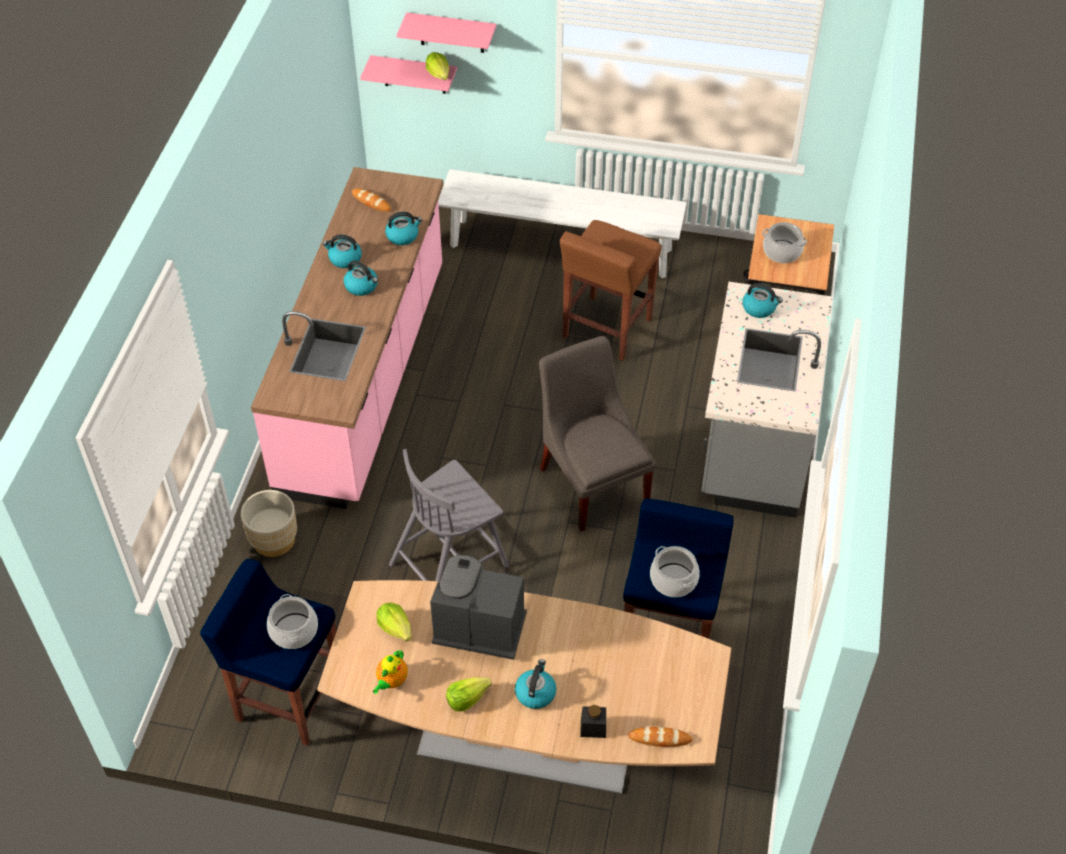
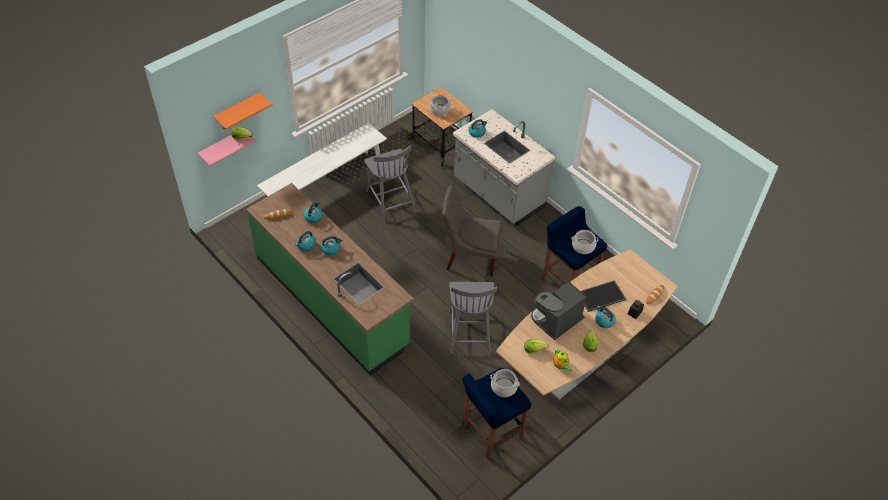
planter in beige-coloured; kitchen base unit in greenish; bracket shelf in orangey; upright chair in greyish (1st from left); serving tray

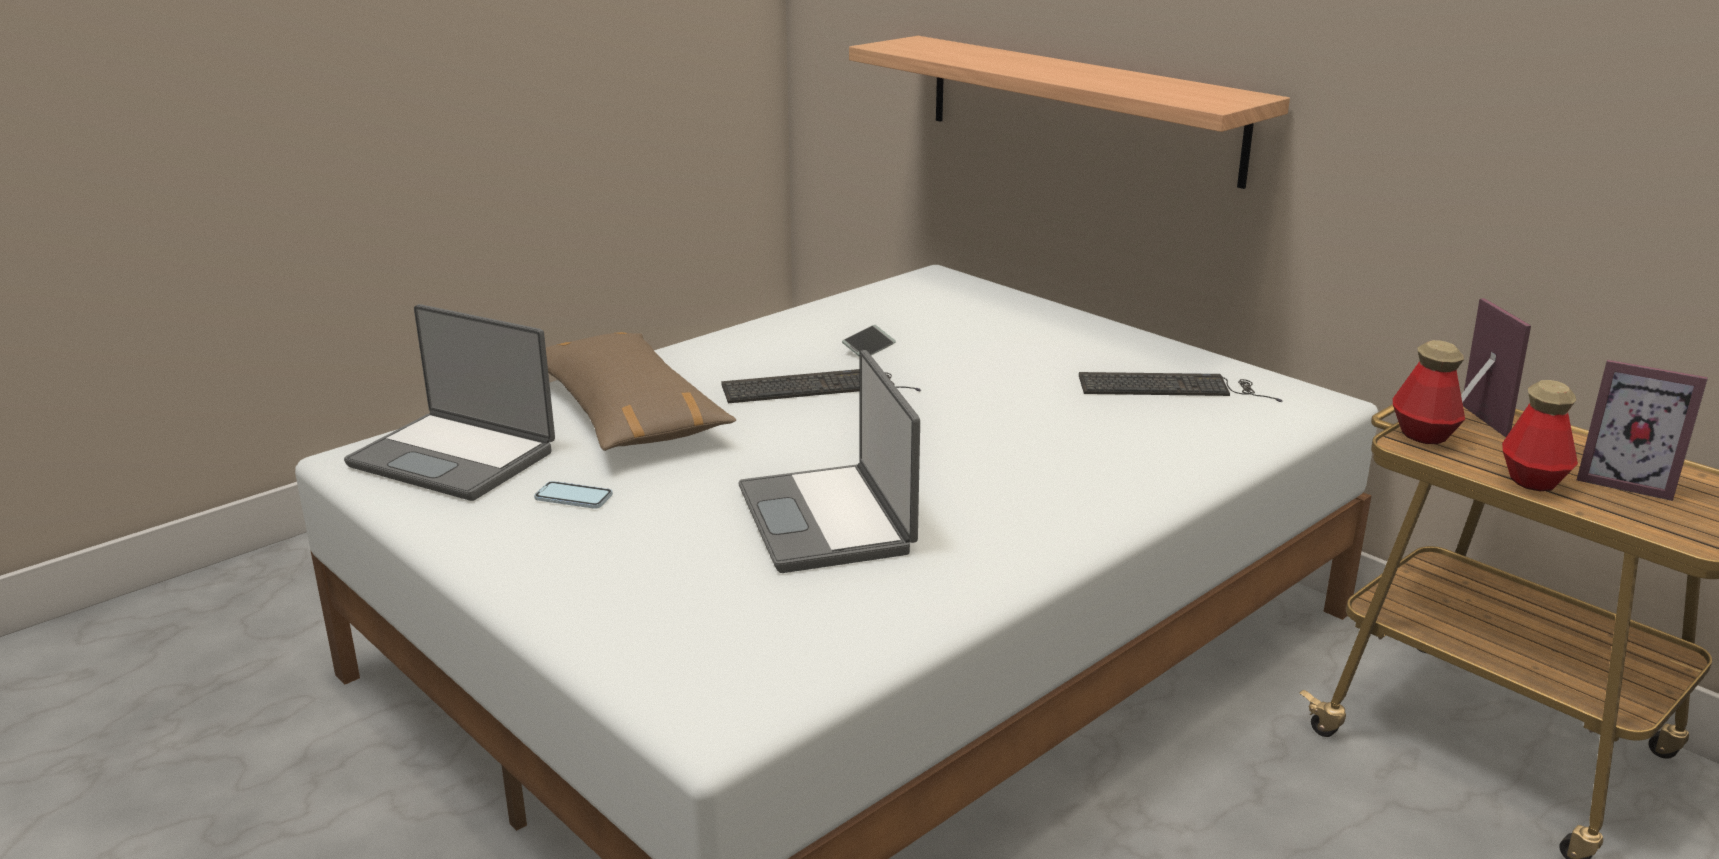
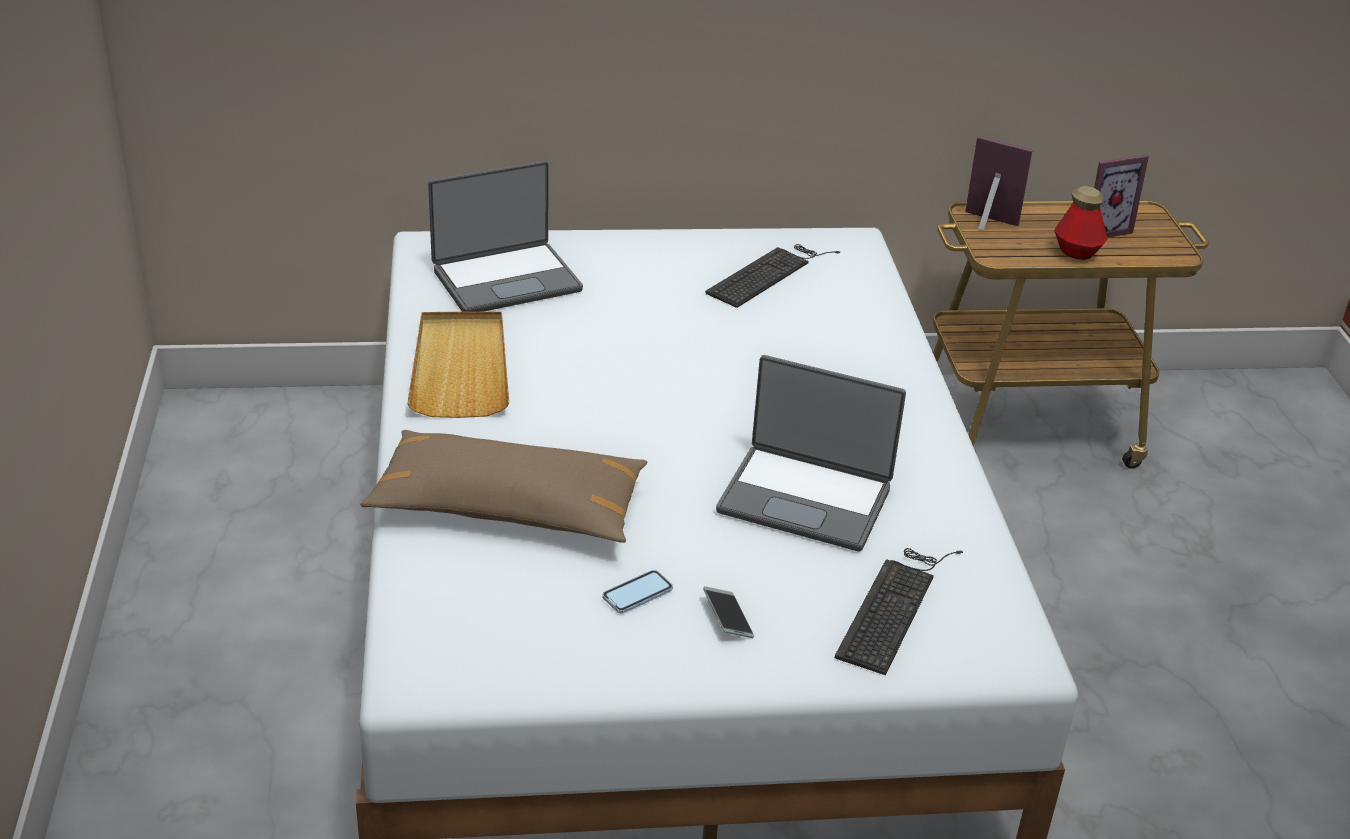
laptop (1st from left); computer keyboard (2nd from left); handset (2nd from left); bracket shelf; beverage bottle (1st from left in the first image); serving tray in beige-coloured

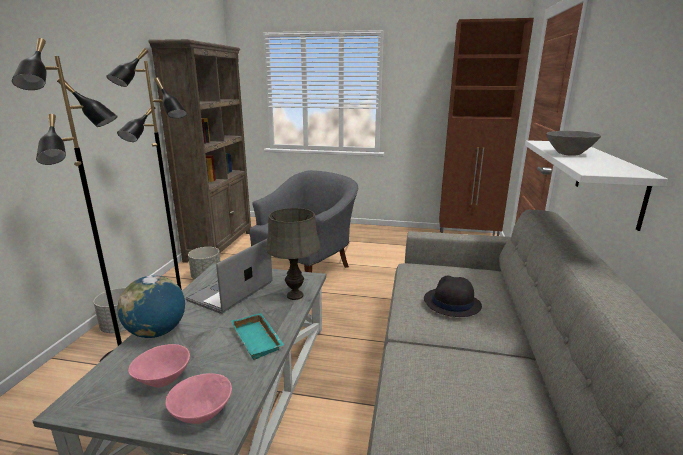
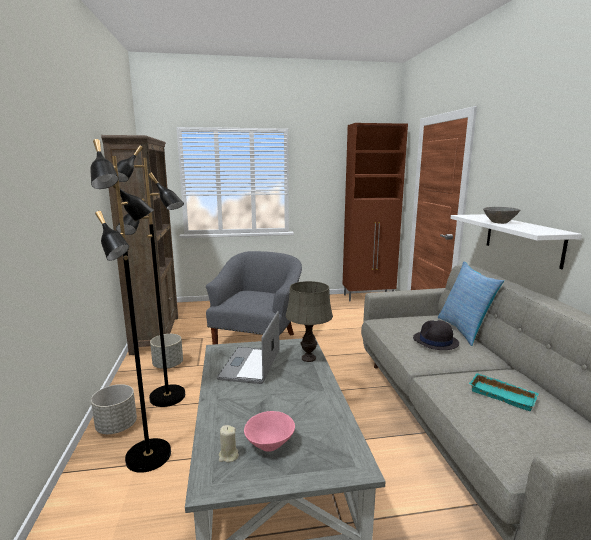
desk globe; deep dish in pinkish (2nd from left in the first image); serving tray in turquoise-coloured; wax light in beige-coloured; cushion

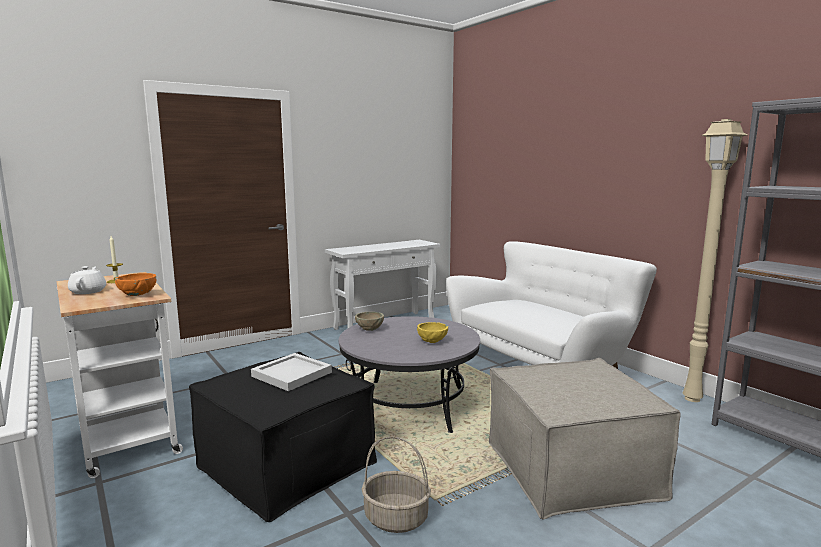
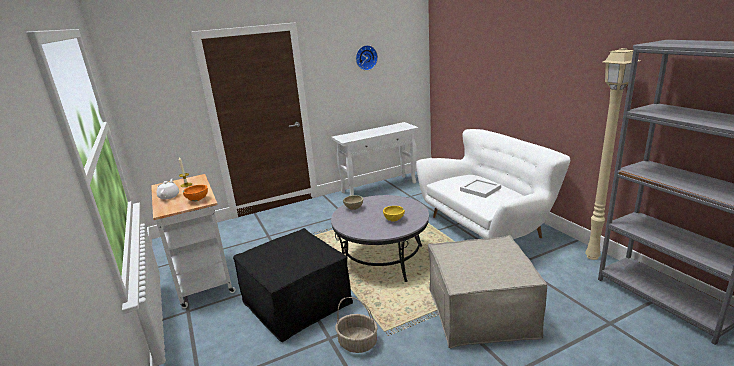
serving tray in white; hanging clock

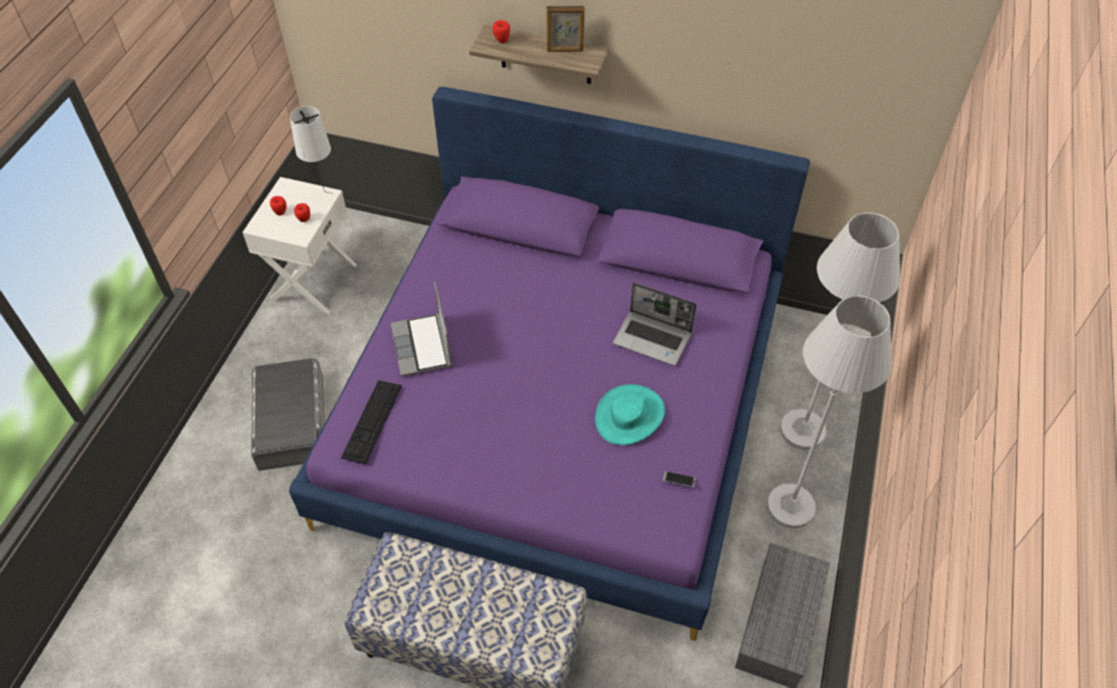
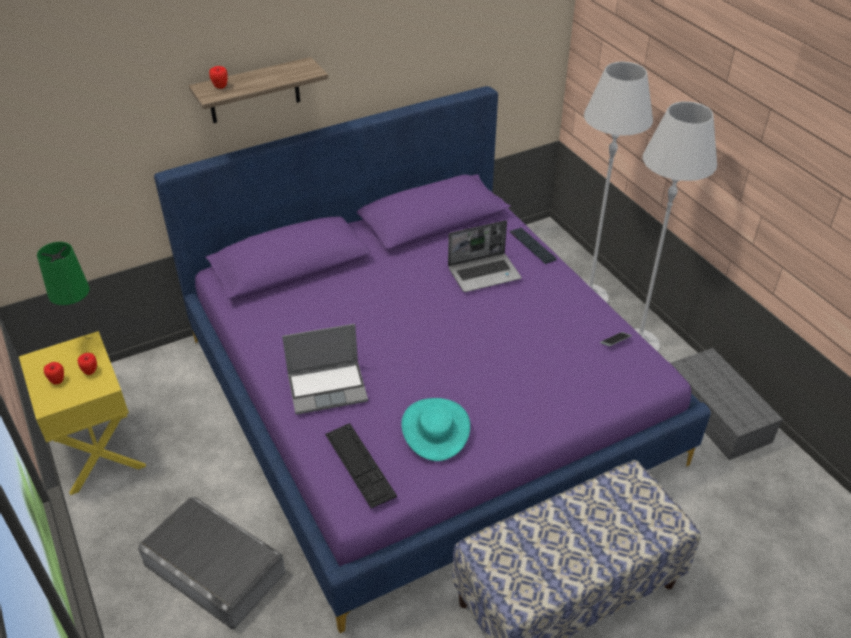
nightstand in yellowish; lamp for a table in greenish; laptop (1st from left); picture frame; clothing hat in turquoise-coloured; computer keyboard (2nd from left)

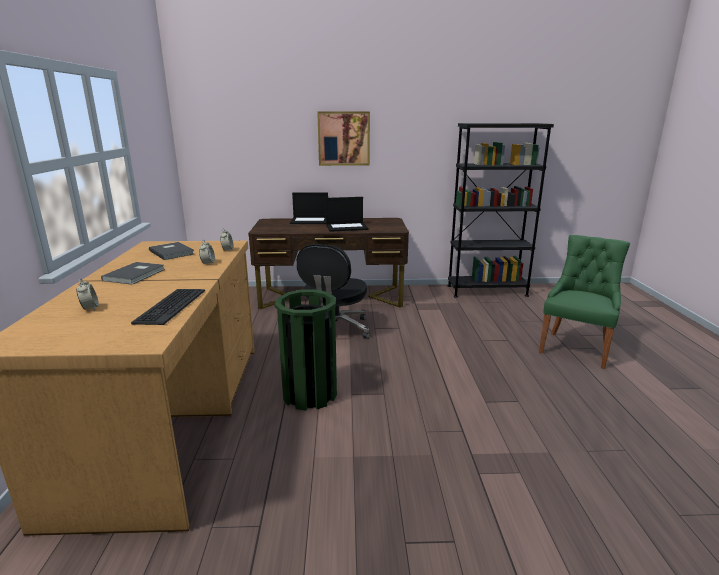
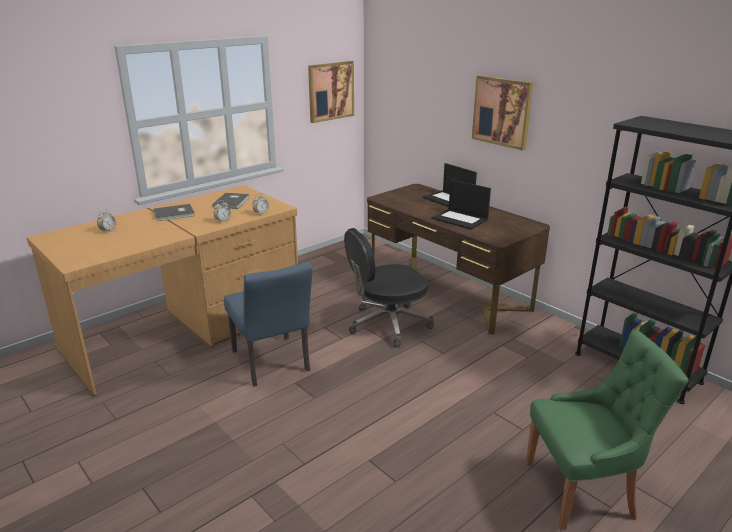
computer keyboard; upright chair in blue; wall picture (1st from left)

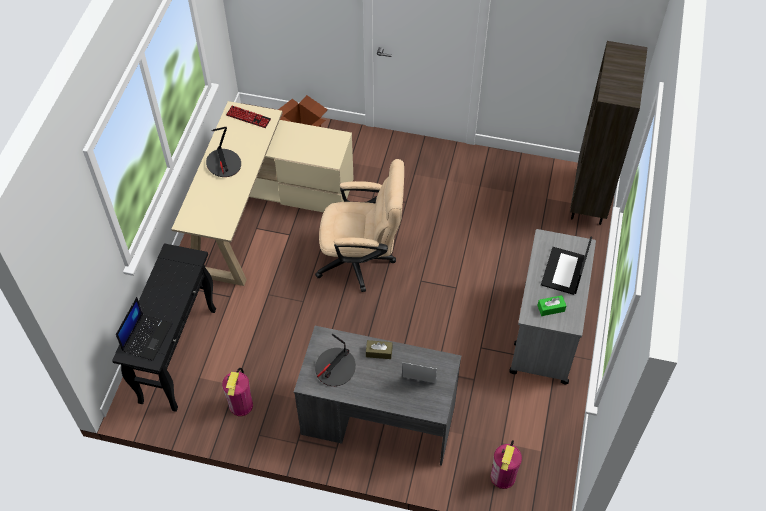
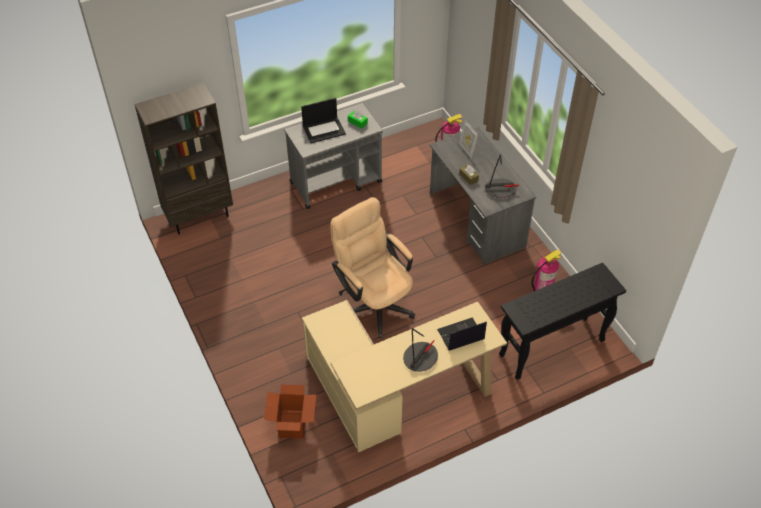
laptop (2nd from left); computer keyboard

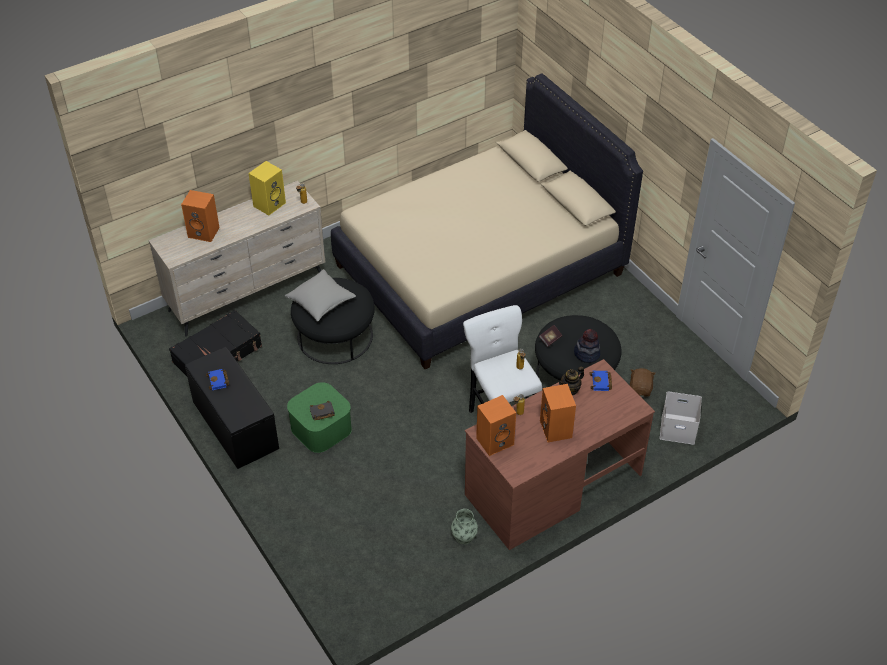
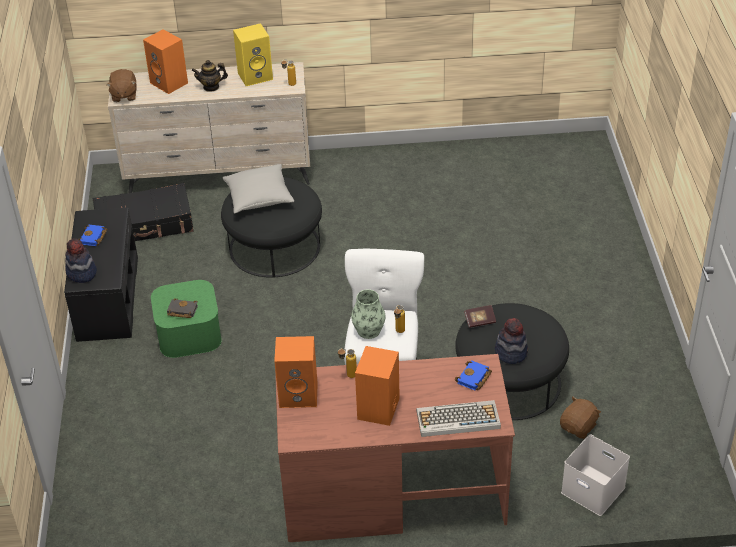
sleeping bed in beige-coloured; flower vase; pot for tea; clothing hat (1st from left); cuddly toy in brown-coloured (1st from left); computer keyboard

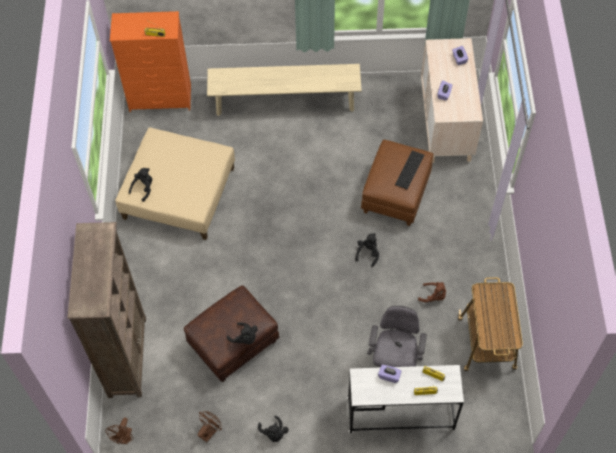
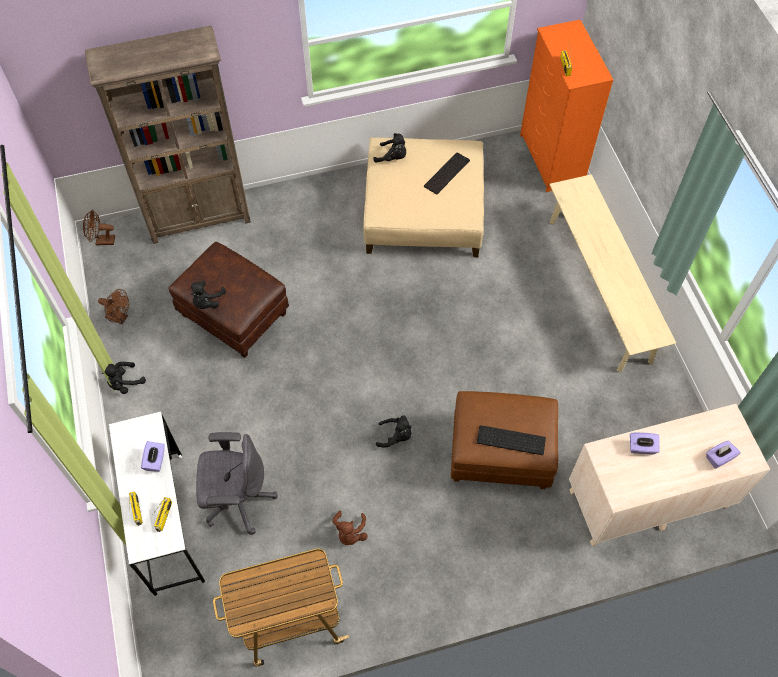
computer keyboard (1st from left)

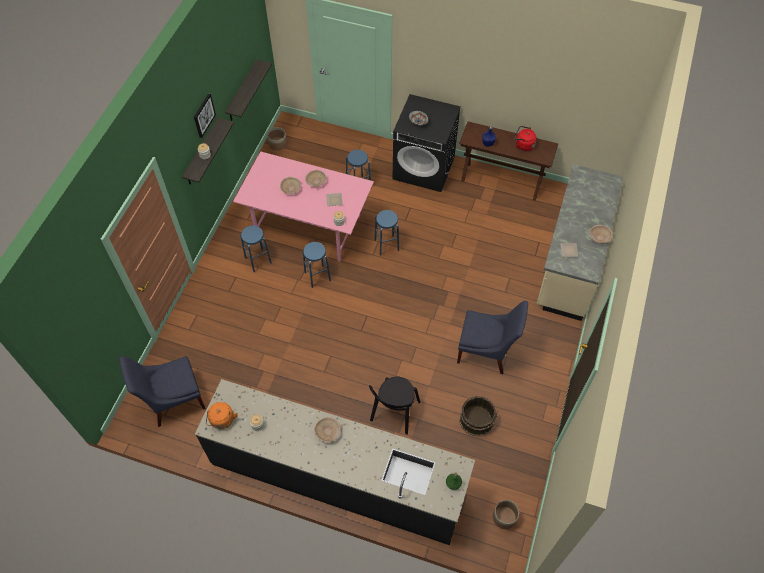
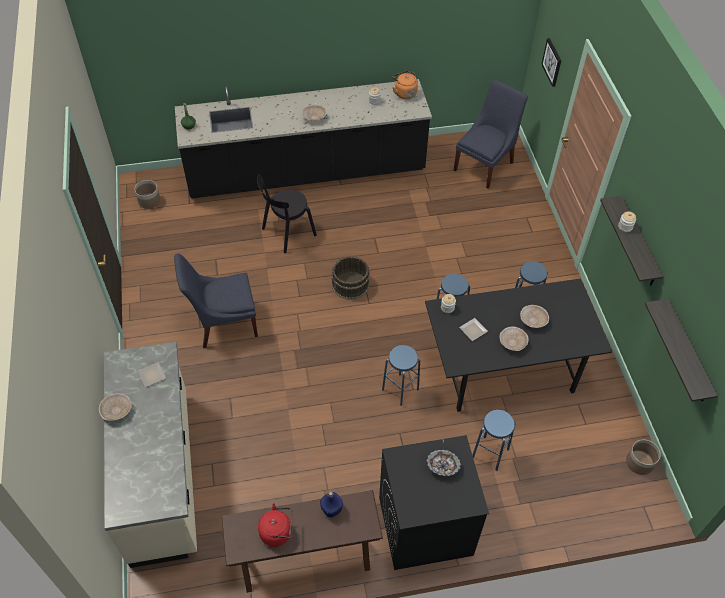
wall picture; dining table in black-coloured; upright chair in black-coloured; water bucket in brown-coloured

